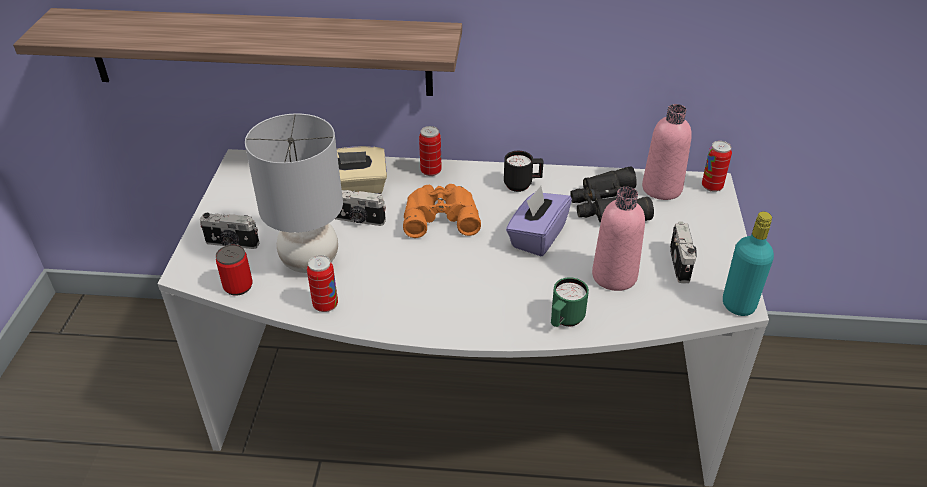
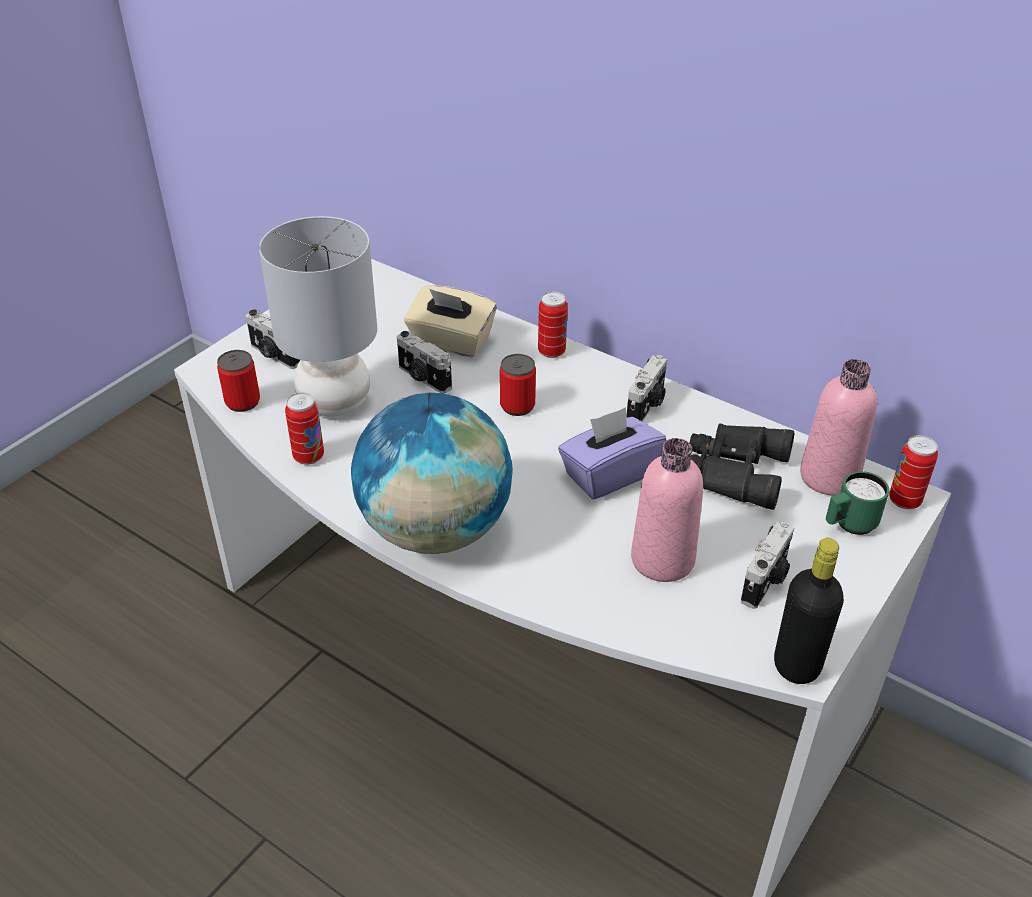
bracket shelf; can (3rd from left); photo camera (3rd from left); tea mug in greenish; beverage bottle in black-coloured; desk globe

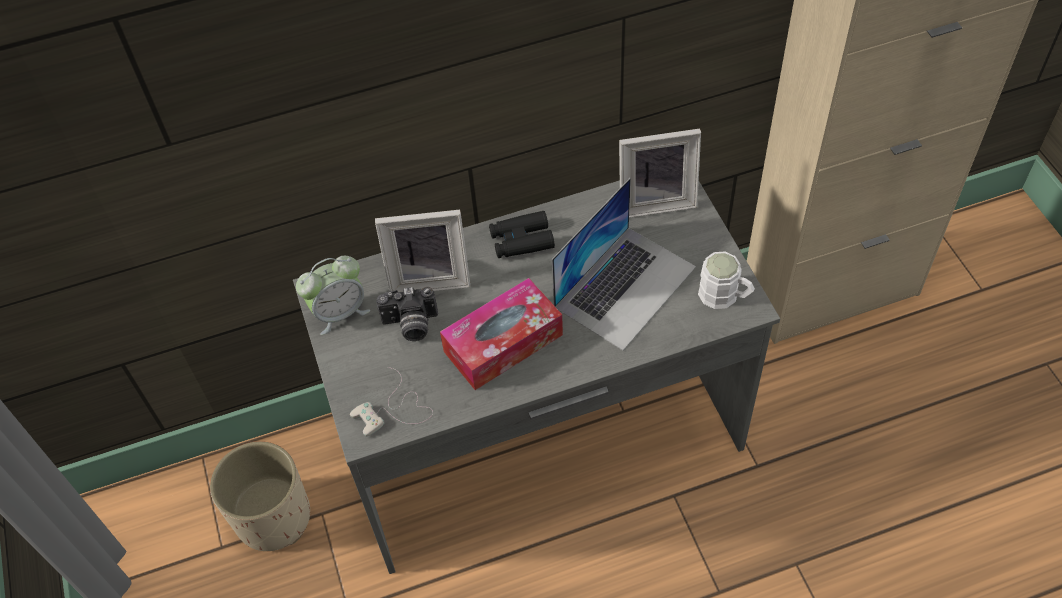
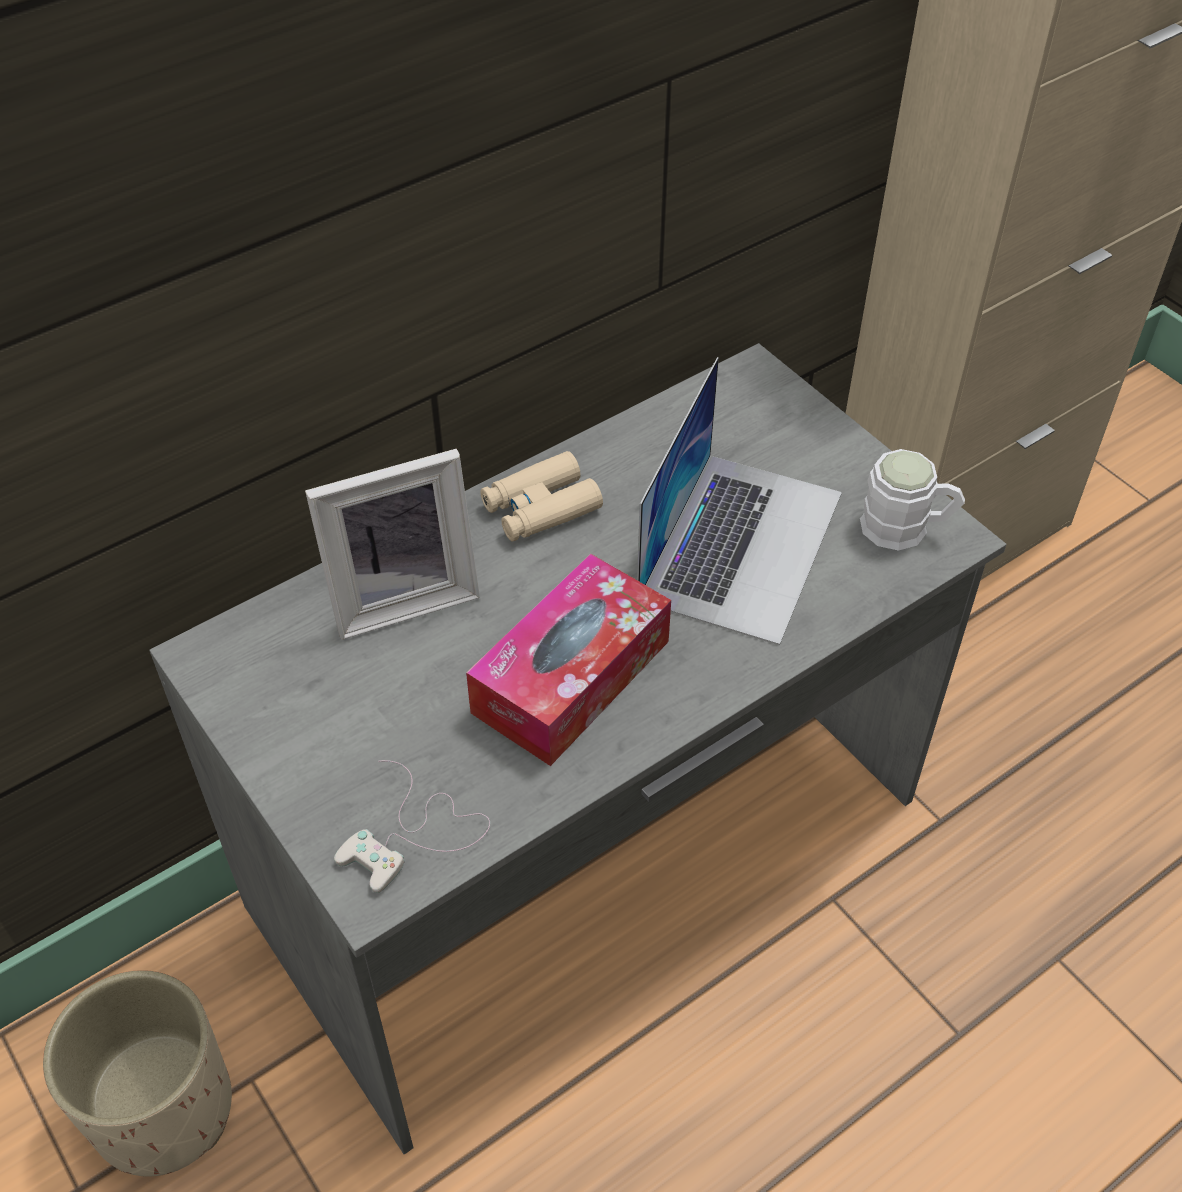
table clock; photo camera; field glasses in beige-coloured; picture frame (2nd from left in the first image)

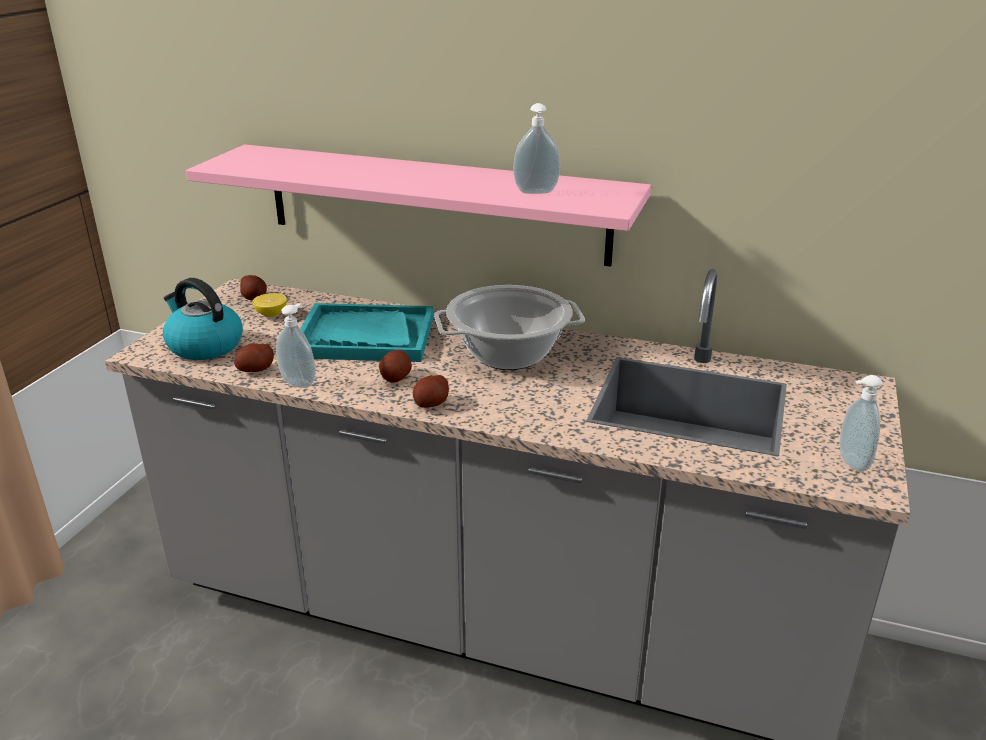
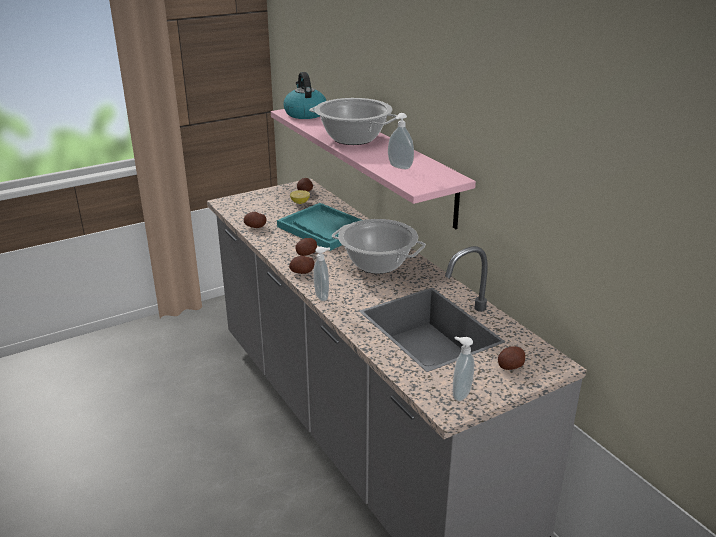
kettle; soap bottle (1st from left); stockpot (1st from left); whole potato (5th from left)

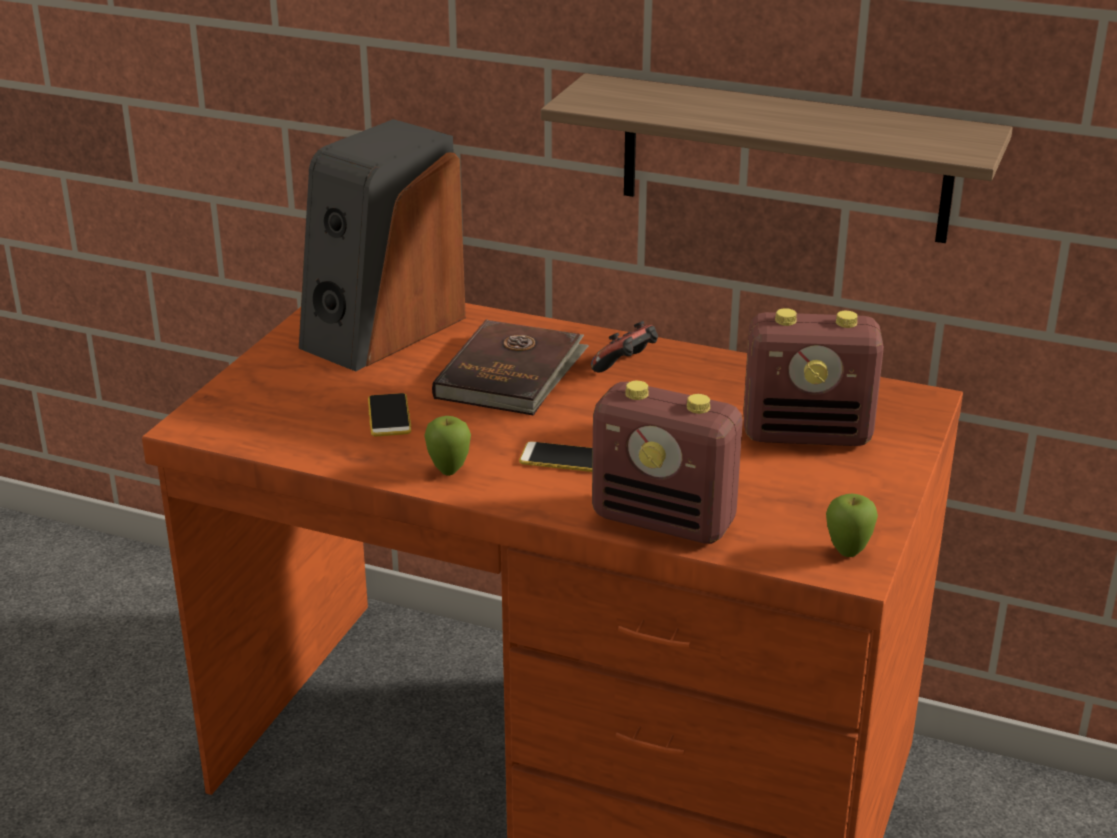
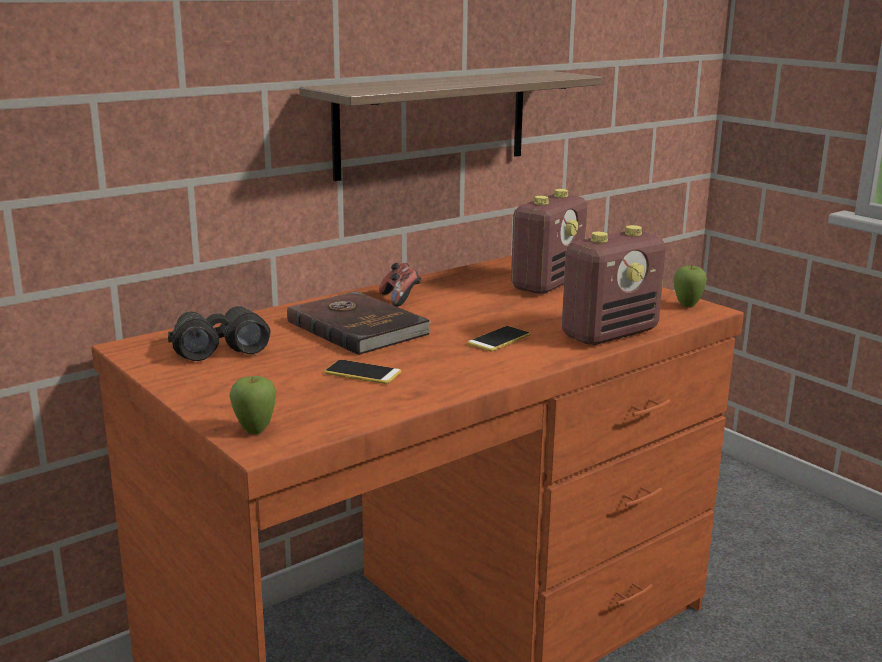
field glasses in black-coloured; apple fruit (1st from left)

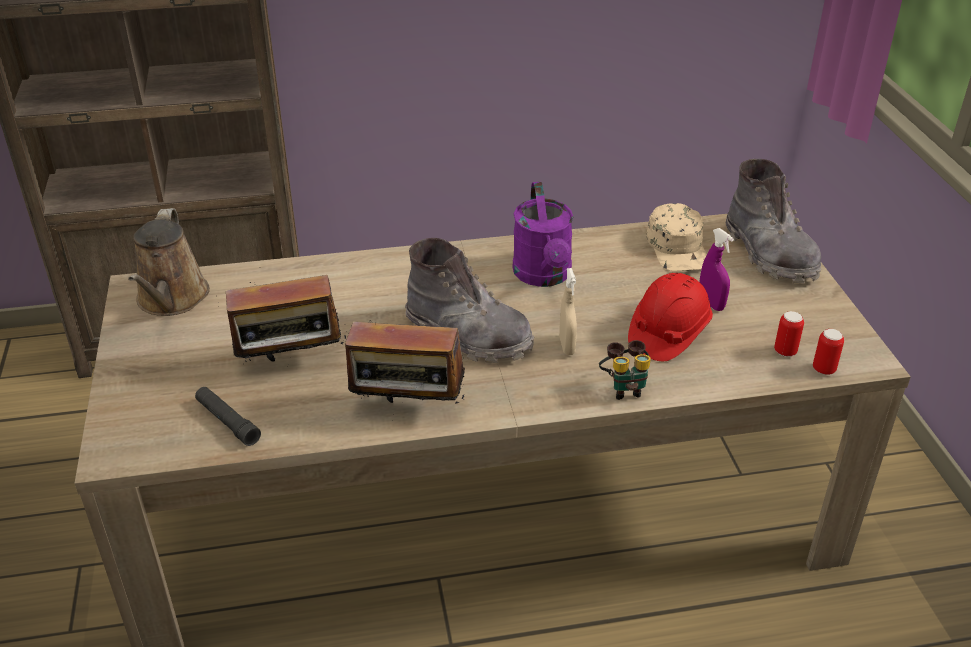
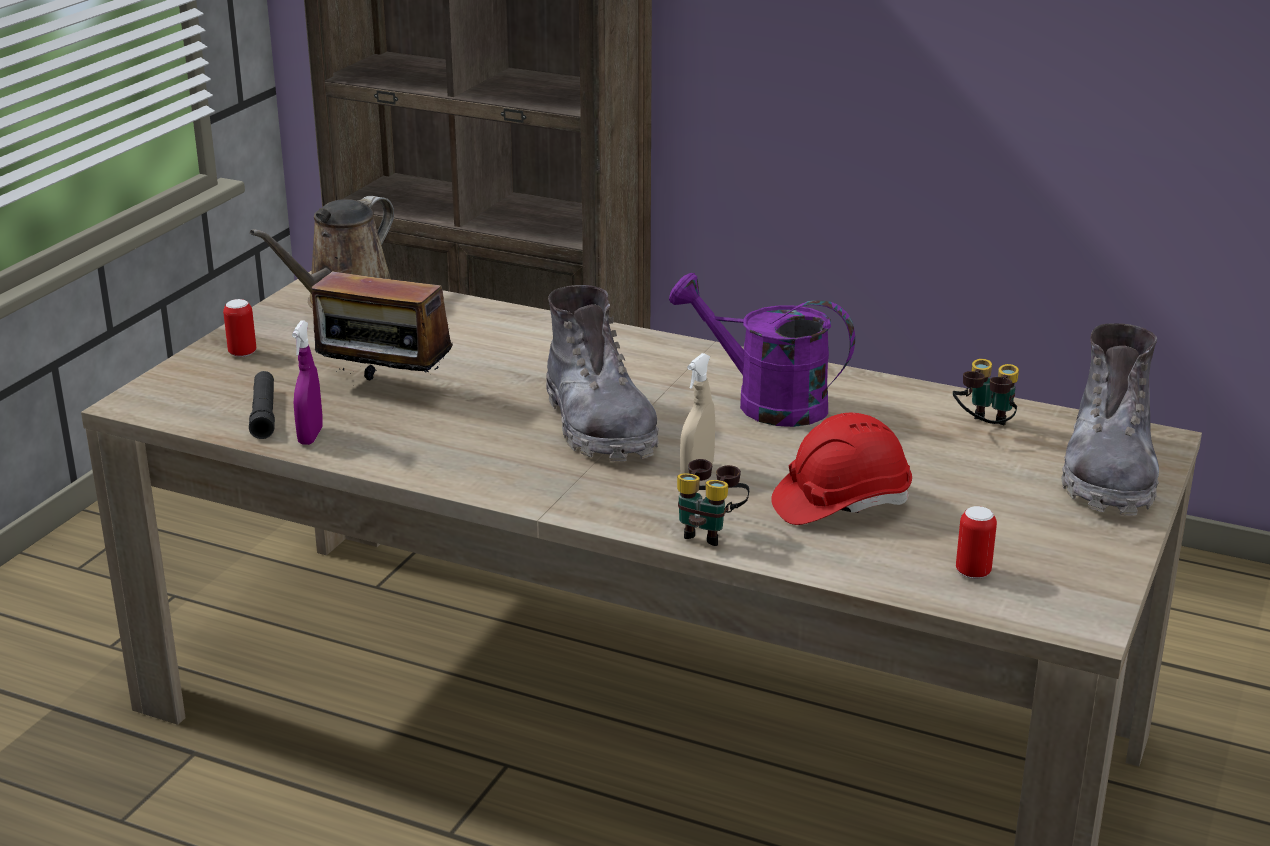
radio set (2nd from left in the first image); sprinkling can in purple; field glasses (2nd from left); sprayer in purple; can (1st from left)

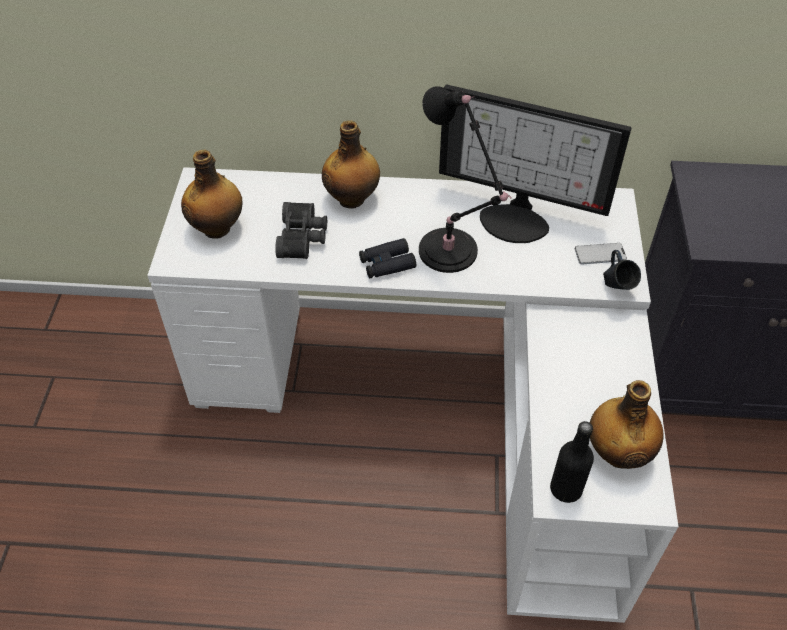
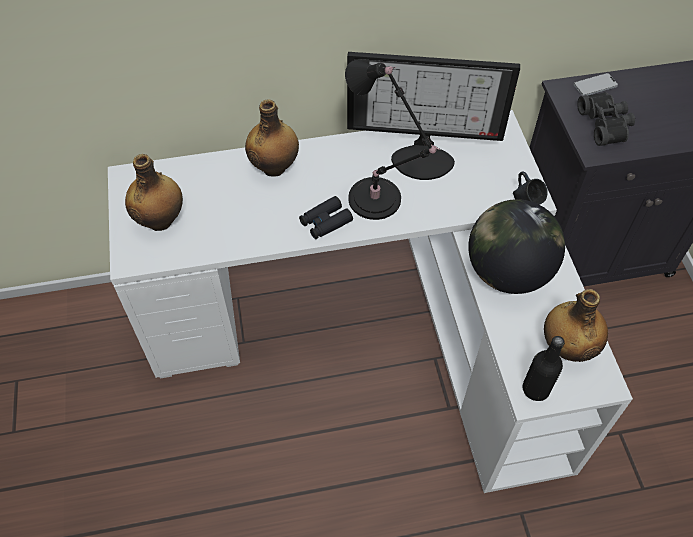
field glasses in black-coloured (2nd from left); handset; desk globe

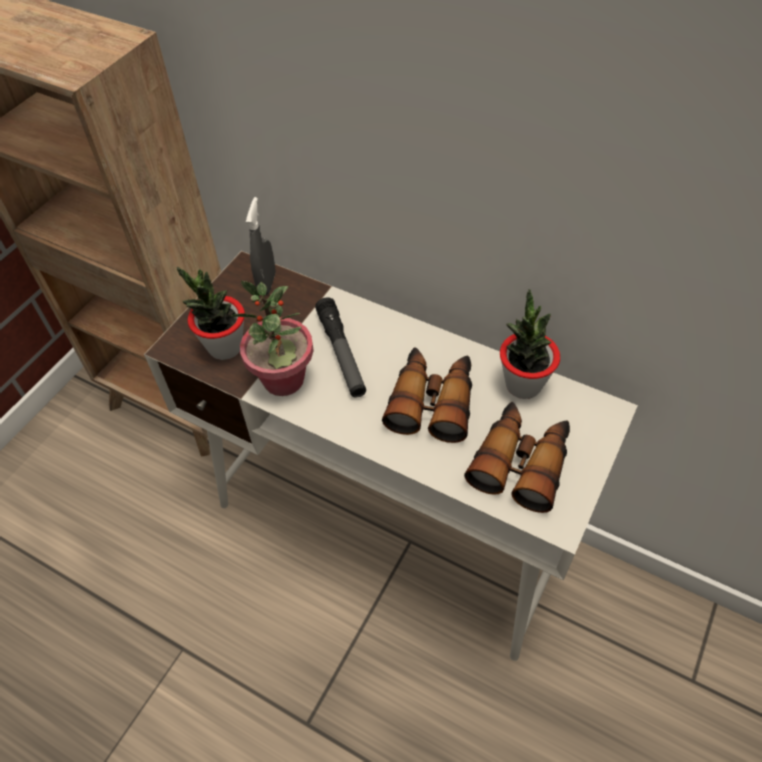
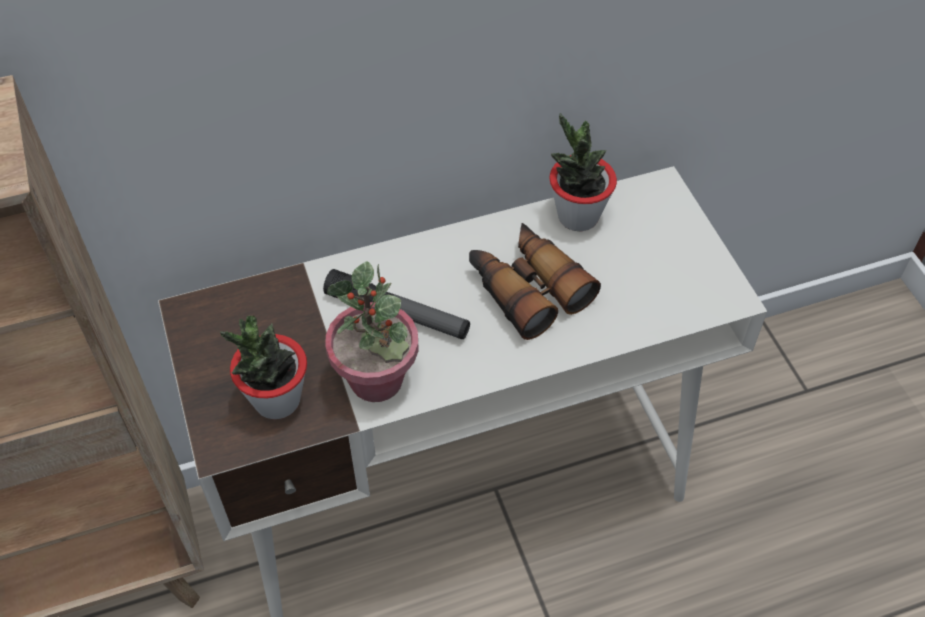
sprayer in greyish; field glasses (2nd from left in the first image)

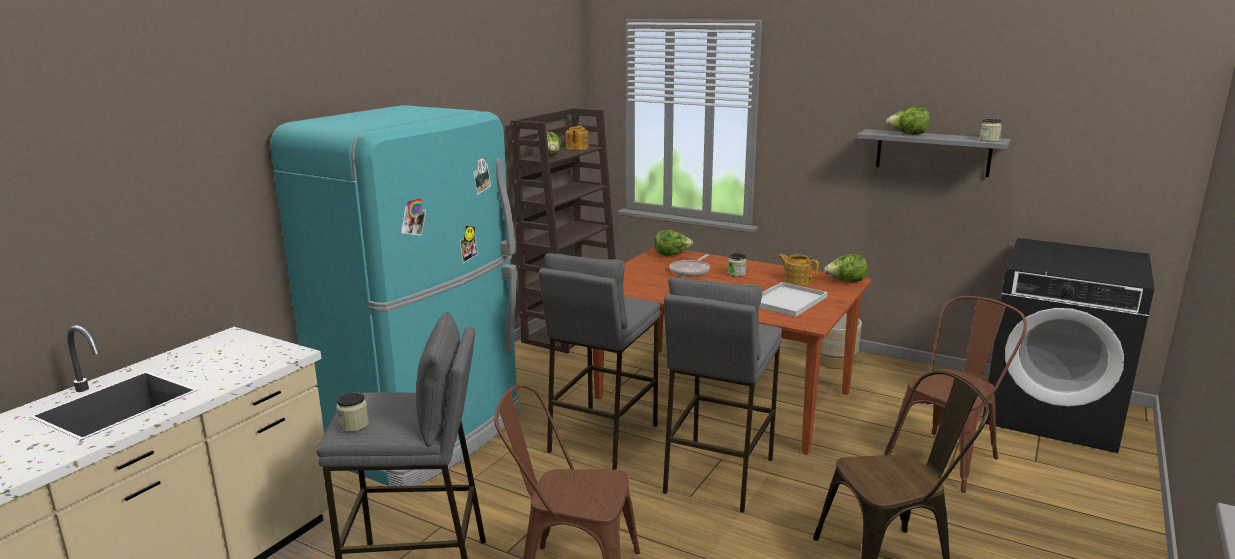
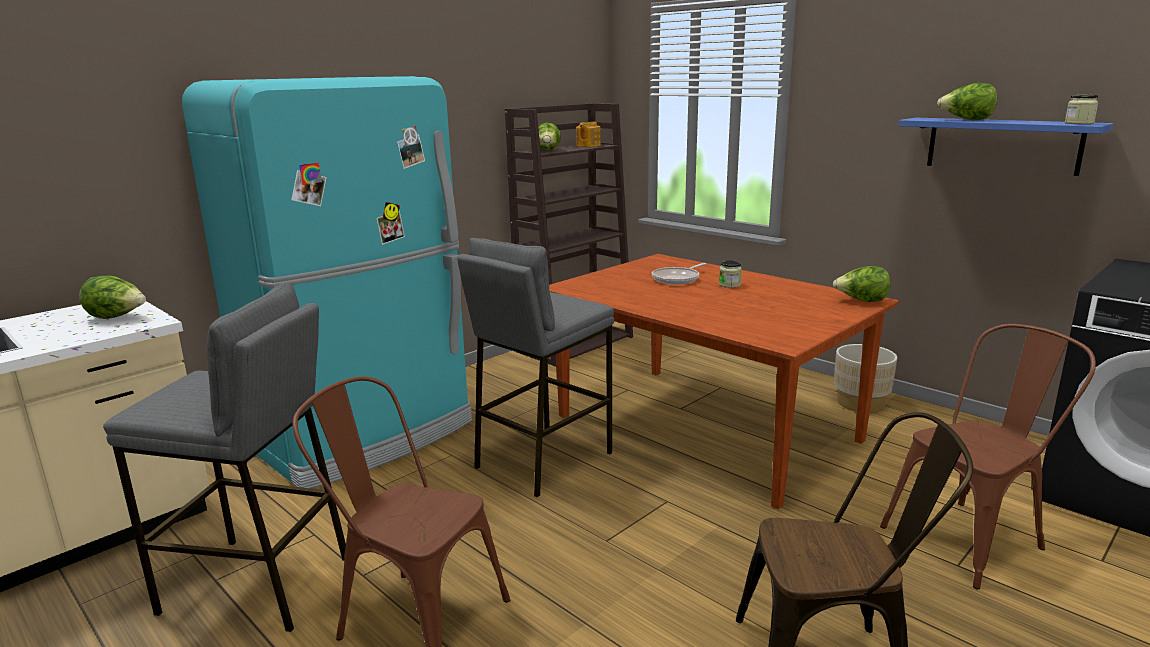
jar (1st from left in the first image); lettuce (1st from left); sitting stool in greyish (3rd from left in the first image); serving tray in white; pot for tea (2nd from left in the first image); bracket shelf in blue

